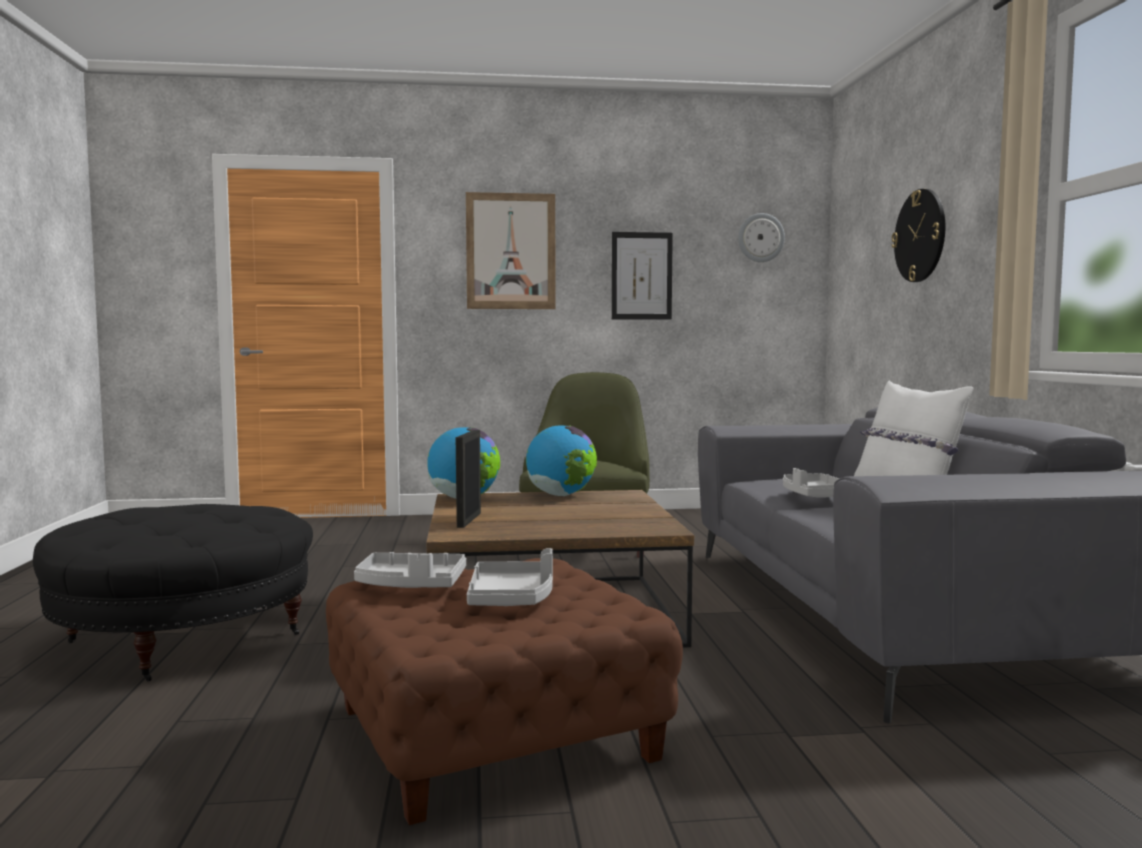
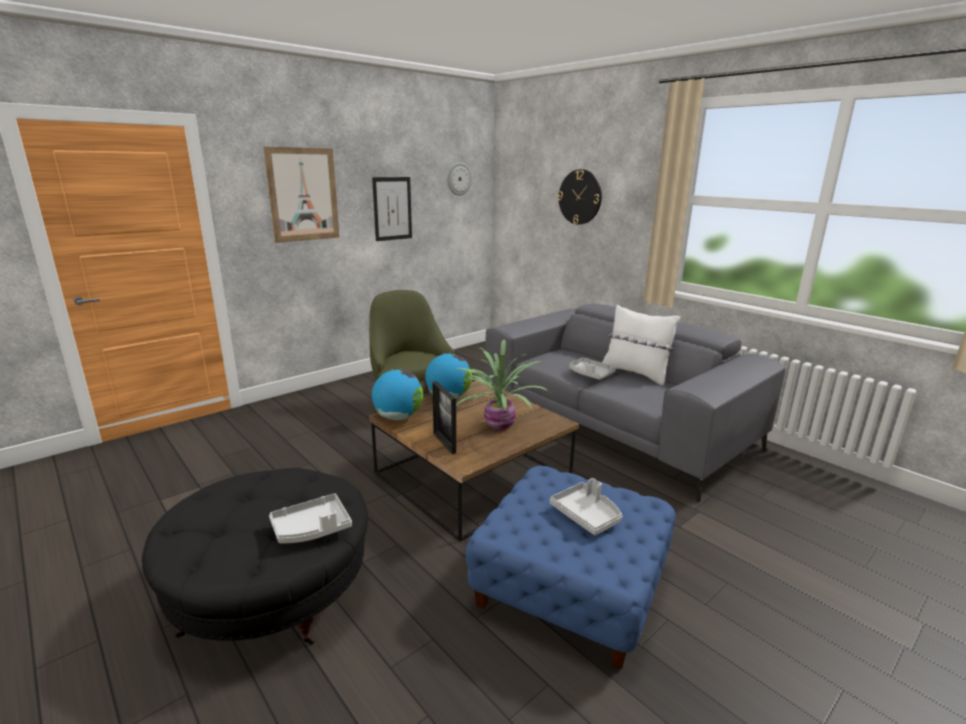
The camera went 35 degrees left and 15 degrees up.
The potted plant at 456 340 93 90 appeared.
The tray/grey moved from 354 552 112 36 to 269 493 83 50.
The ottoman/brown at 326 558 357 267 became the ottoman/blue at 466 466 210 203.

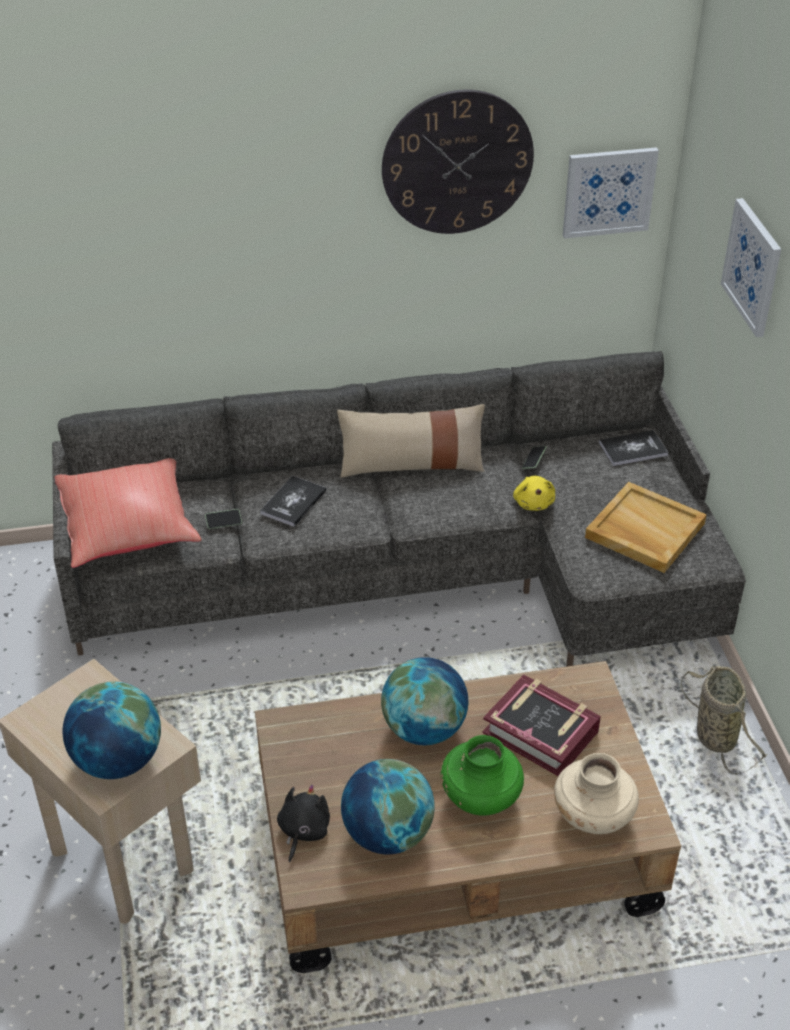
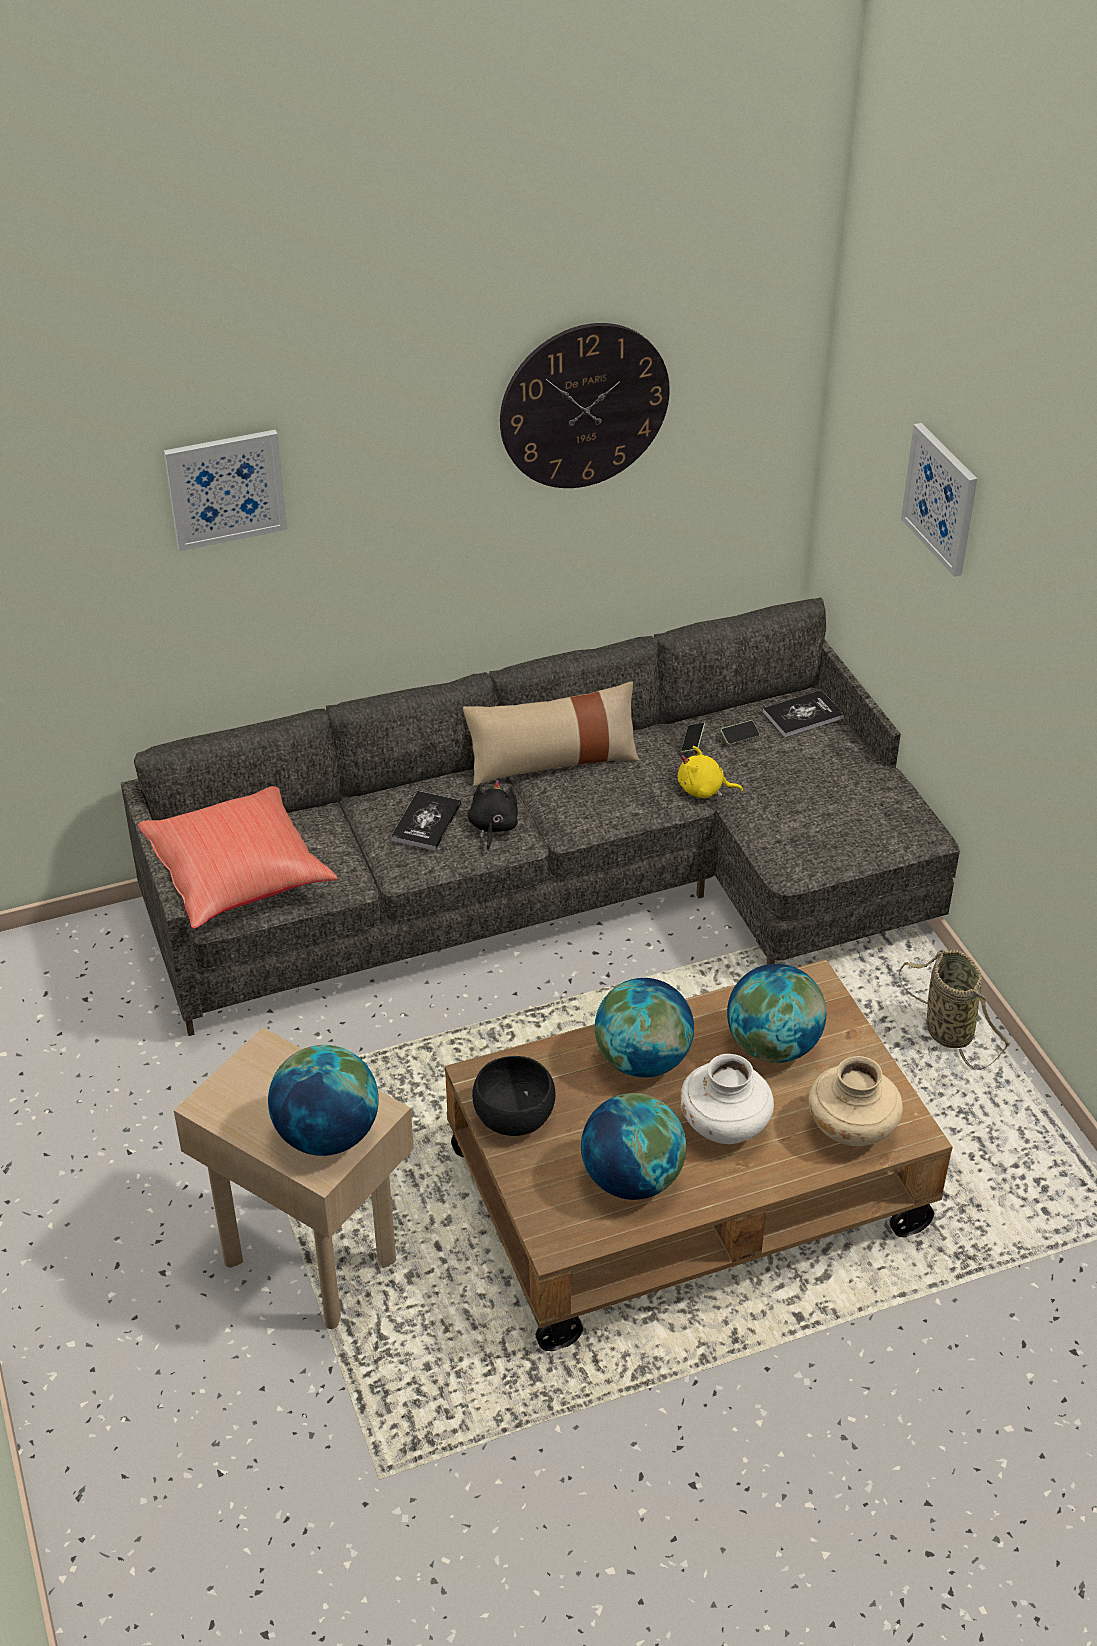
The camera went 10 degrees left and 0 degrees up.
The tray/beige at 585 482 122 91 disappeared.
The bowl/black at 472 1056 83 80 appeared.
The phone moved from 205 509 37 20 to 721 720 39 25.
The plush toy/black moved from 277 785 53 78 to 468 780 50 71.
The picture moved from 563 147 96 92 to 164 430 123 121.
The book at 482 674 119 102 was replaced by the globe at 727 964 99 99.
The vase/green at 440 735 84 81 became the vase/white at 680 1054 94 90.
The plush toy/yellow at 513 476 42 35 turned 120 degrees clockwise.

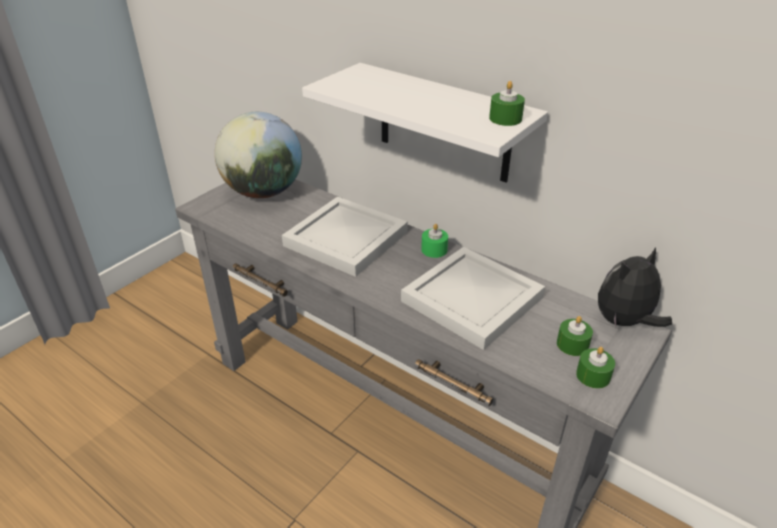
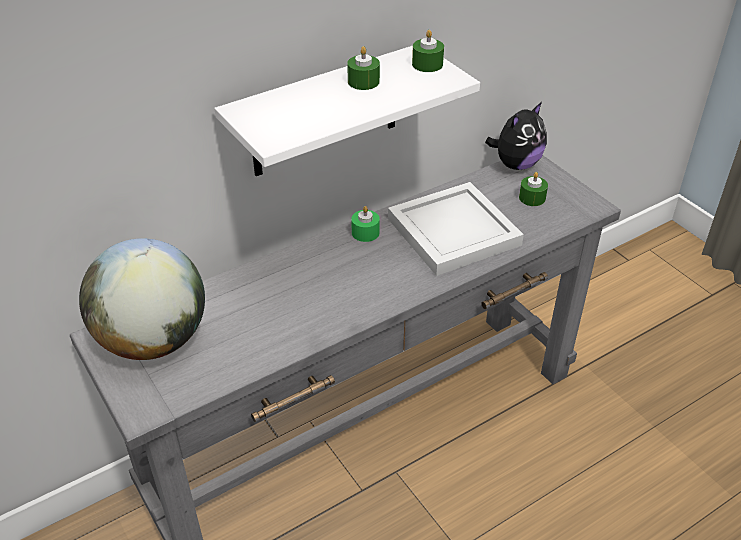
The camera went 70 degrees left and 5 degrees up.
The tray/white at 282 197 126 80 disappeared.
The candle/green moved from 576 347 39 42 to 347 46 33 44.
The plush toy at 598 247 74 81 turned 120 degrees counterclockwise.

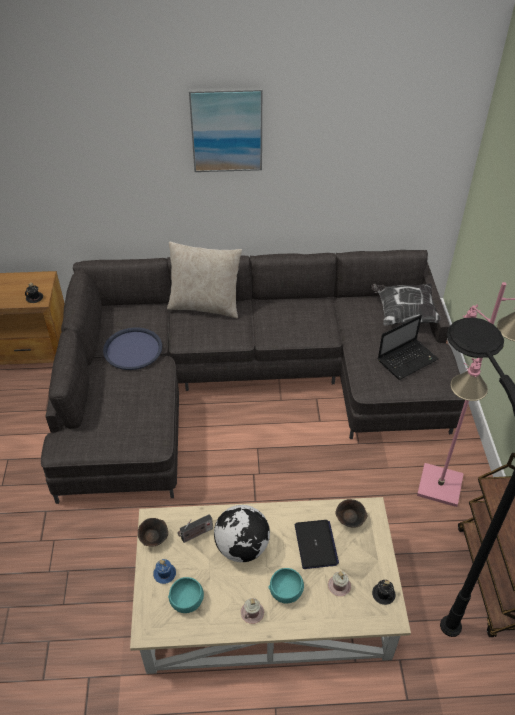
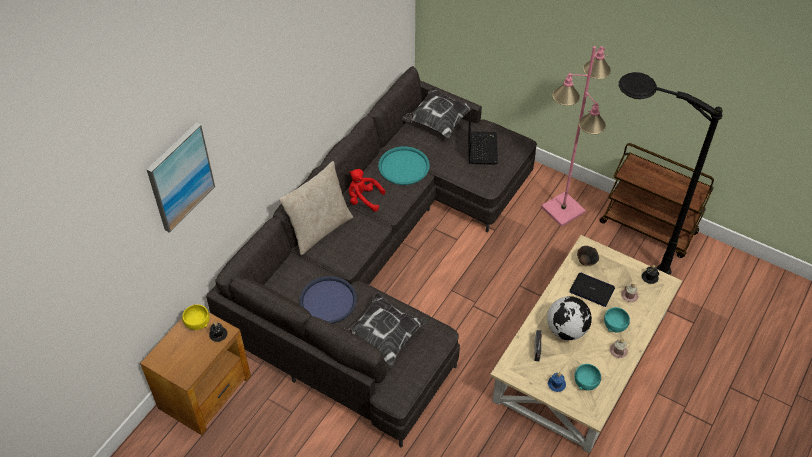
The camera went 55 degrees left and 5 degrees up.
The bowl/brown at 138 518 30 29 disappeared.
The bowl/yellow at 182 304 27 26 appeared.
The pillow at 343 292 85 74 appeared.
The plush toy/red at 349 169 36 42 appeared.
The tray/turquoise at 378 146 52 39 appeared.
The picture moved from 189 87 73 85 to 146 123 69 110.

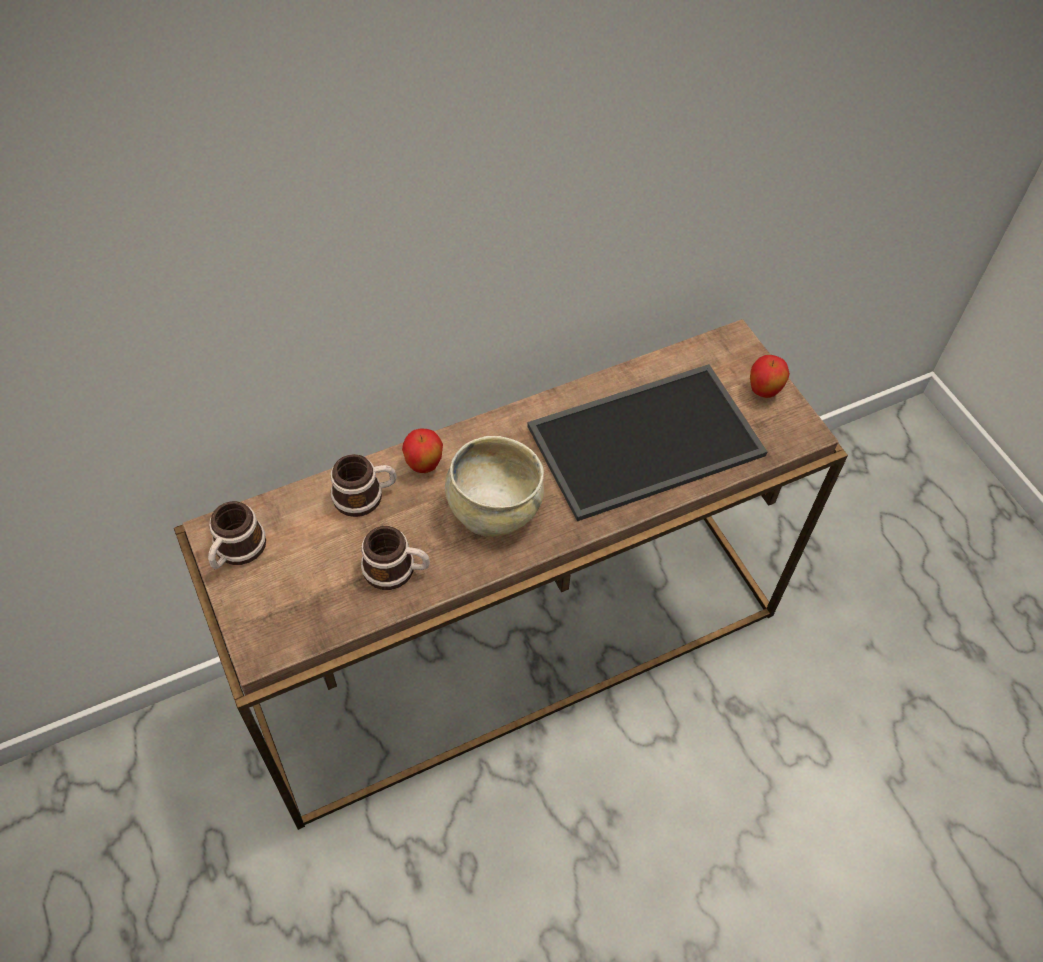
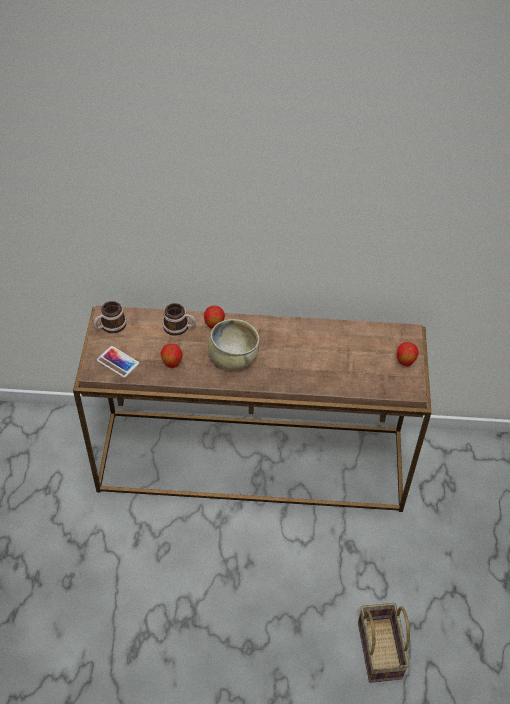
The camera went 30 degrees right and 5 degrees down.
The tray at 527 364 240 158 disappeared.
The phone at 97 346 42 32 appeared.
The basket at 358 603 52 80 appeared.
The mug at 361 526 69 64 was replaced by the apple at 160 344 23 24.

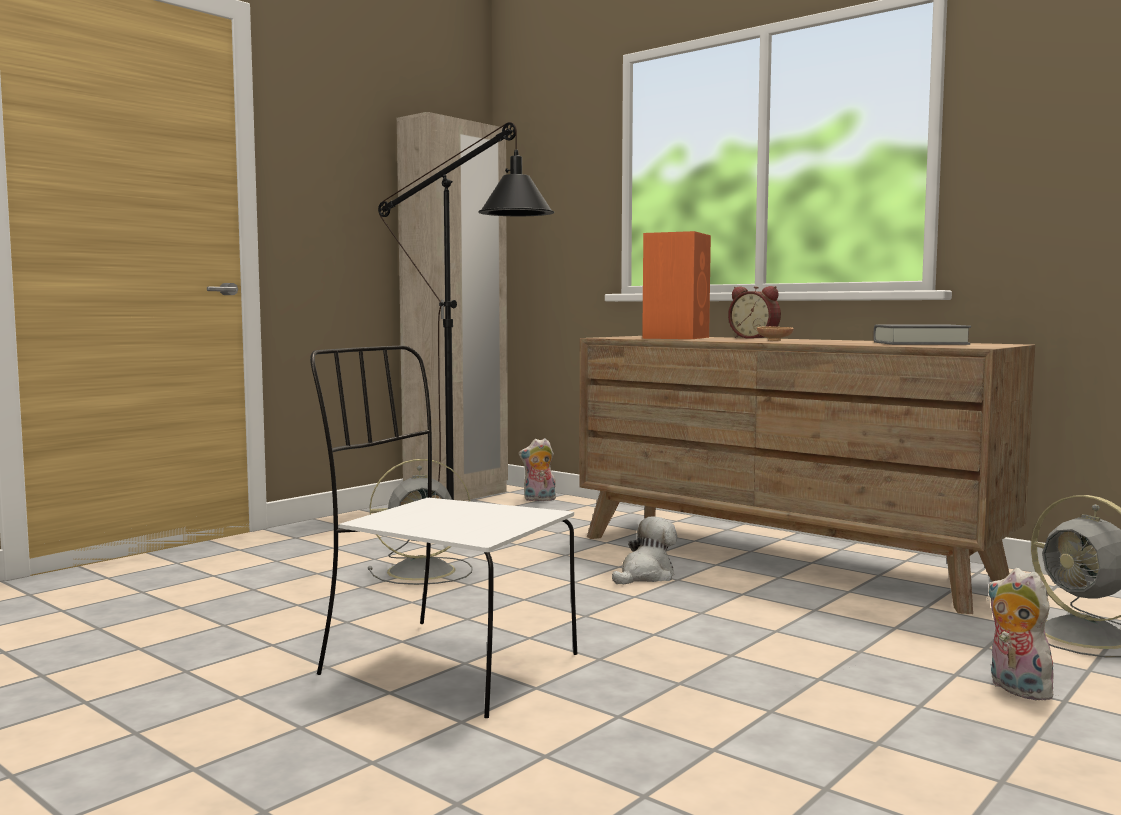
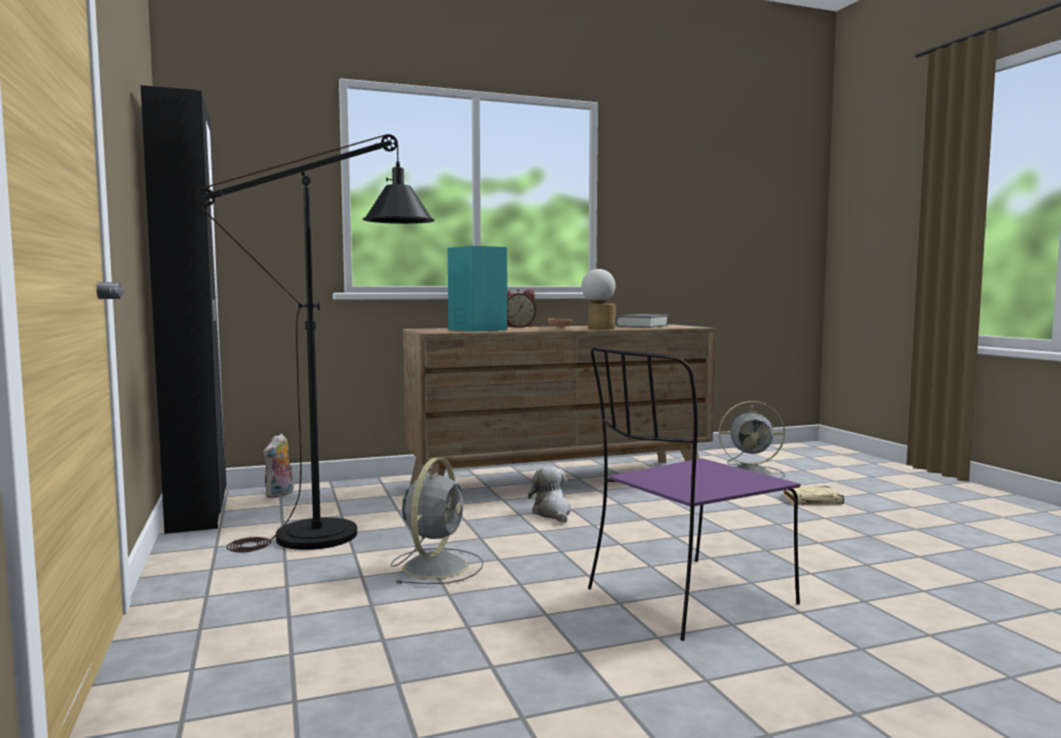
The camera went 60 degrees left and 0 degrees up.
The table lamp at 581 269 34 60 appeared.
The plush toy at 987 568 69 132 was replaced by the book/beige at 782 486 62 19.
The chair/white at 310 345 267 373 became the chair/purple at 588 347 212 294.
The wardrobe/beige at 397 112 111 389 became the wardrobe/black at 141 85 86 449.
The speaker/orange at 642 231 69 108 became the speaker/turquoise at 448 246 59 86.

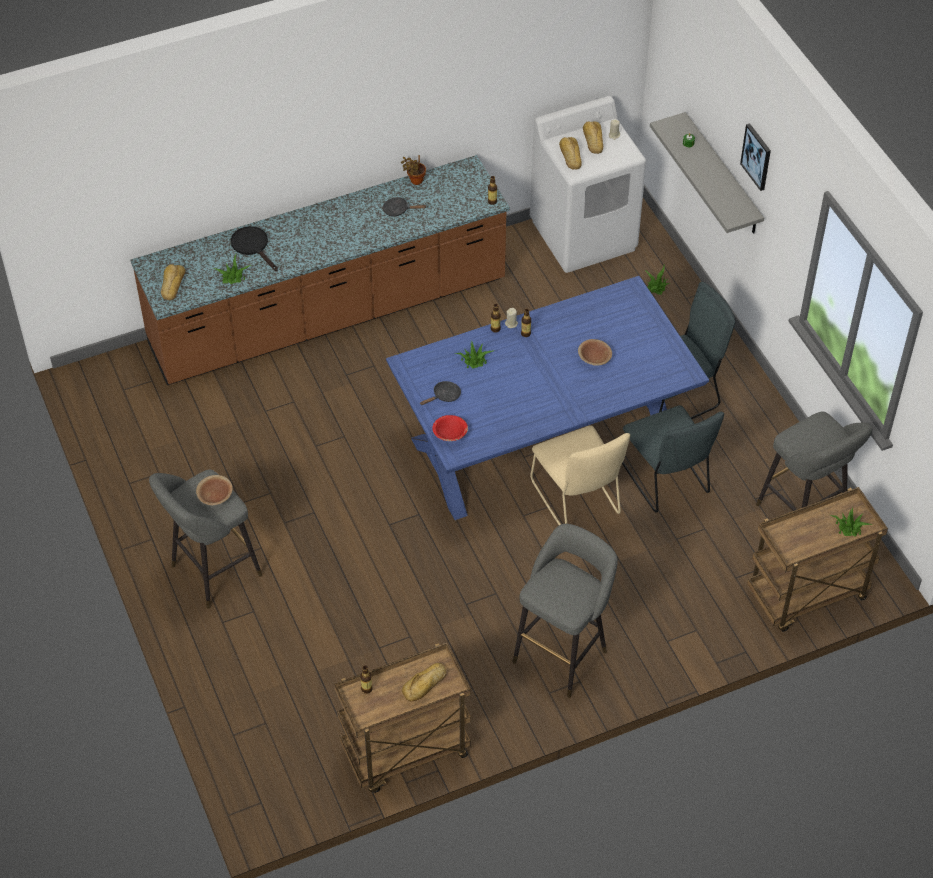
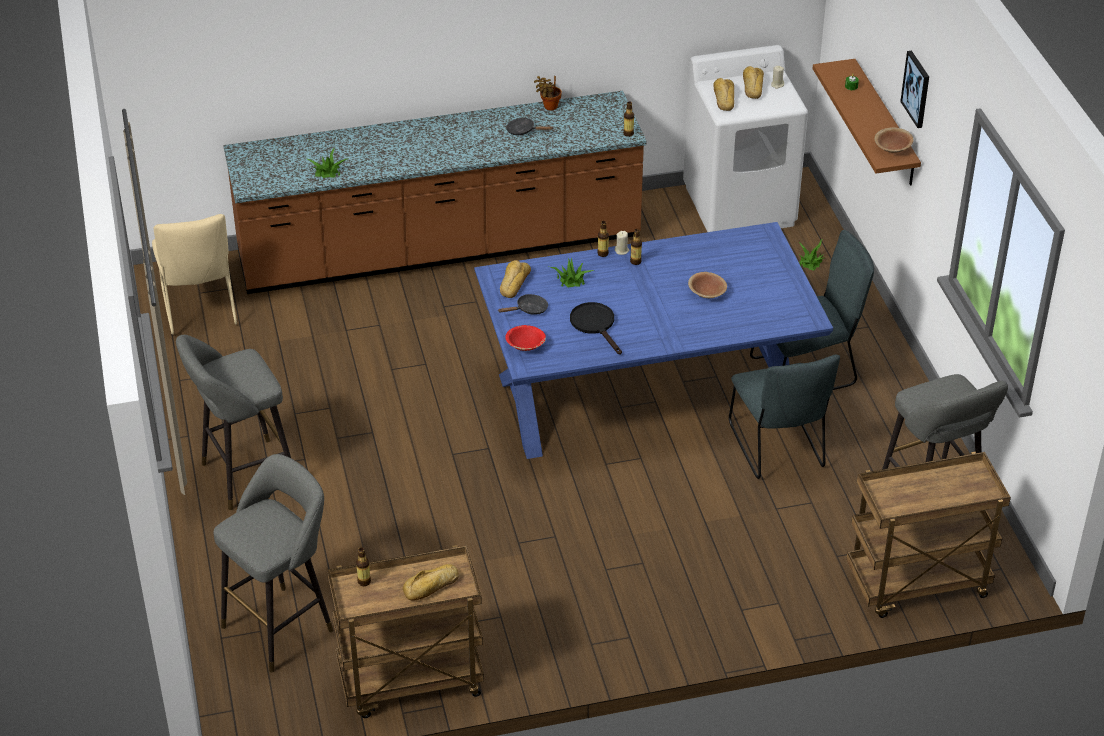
The camera went 10 degrees right and 10 degrees down.
The potted plant at 831 507 42 30 disappeared.
The bread moved from 161 264 24 36 to 500 260 31 38.
The bowl/brown moved from 196 475 37 30 to 874 127 40 26.
The frying pan/black moved from 231 226 47 45 to 570 302 52 53.
The stool/grey moved from 512 524 106 174 to 214 454 119 219.
The chair/beige moved from 530 426 100 99 to 152 214 85 121.
The shelf/grey at 650 112 114 122 became the shelf/brown at 813 59 108 126.

